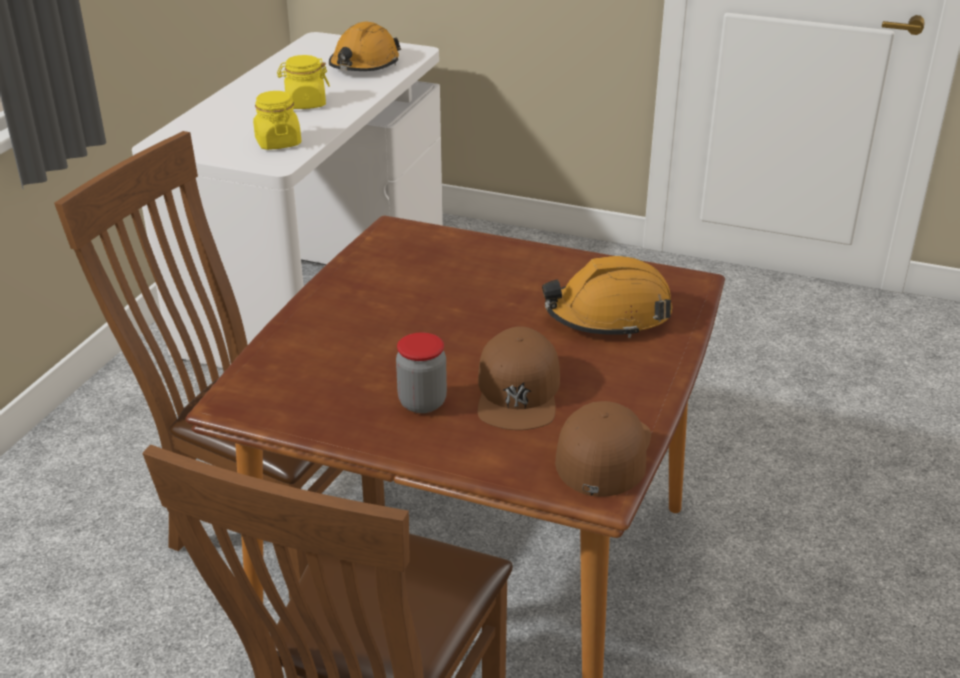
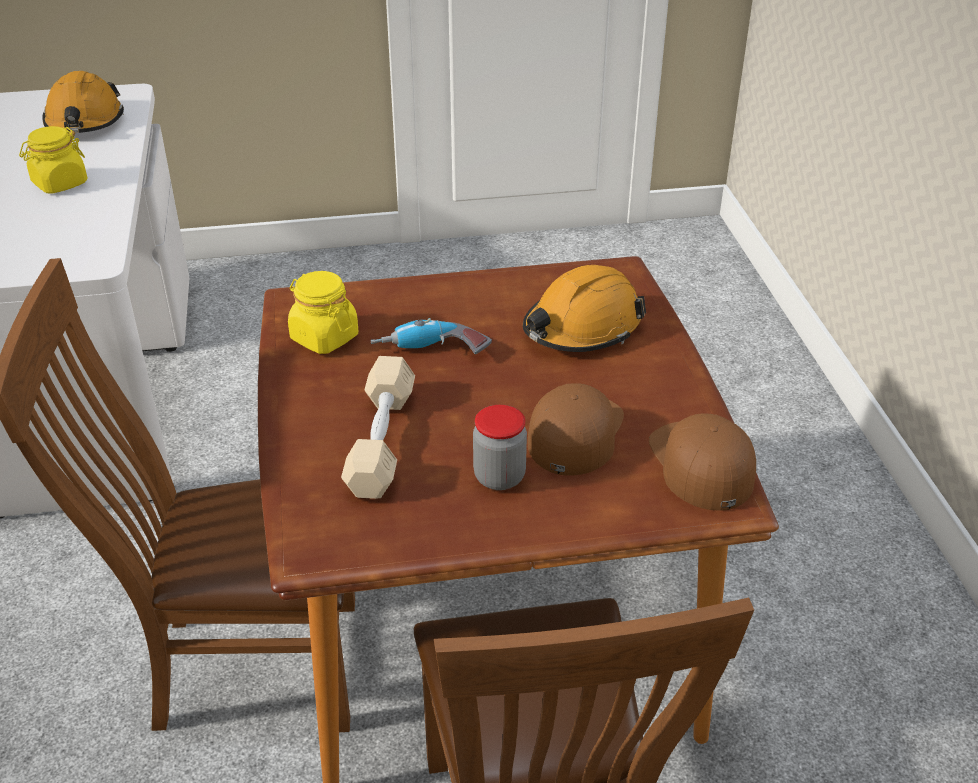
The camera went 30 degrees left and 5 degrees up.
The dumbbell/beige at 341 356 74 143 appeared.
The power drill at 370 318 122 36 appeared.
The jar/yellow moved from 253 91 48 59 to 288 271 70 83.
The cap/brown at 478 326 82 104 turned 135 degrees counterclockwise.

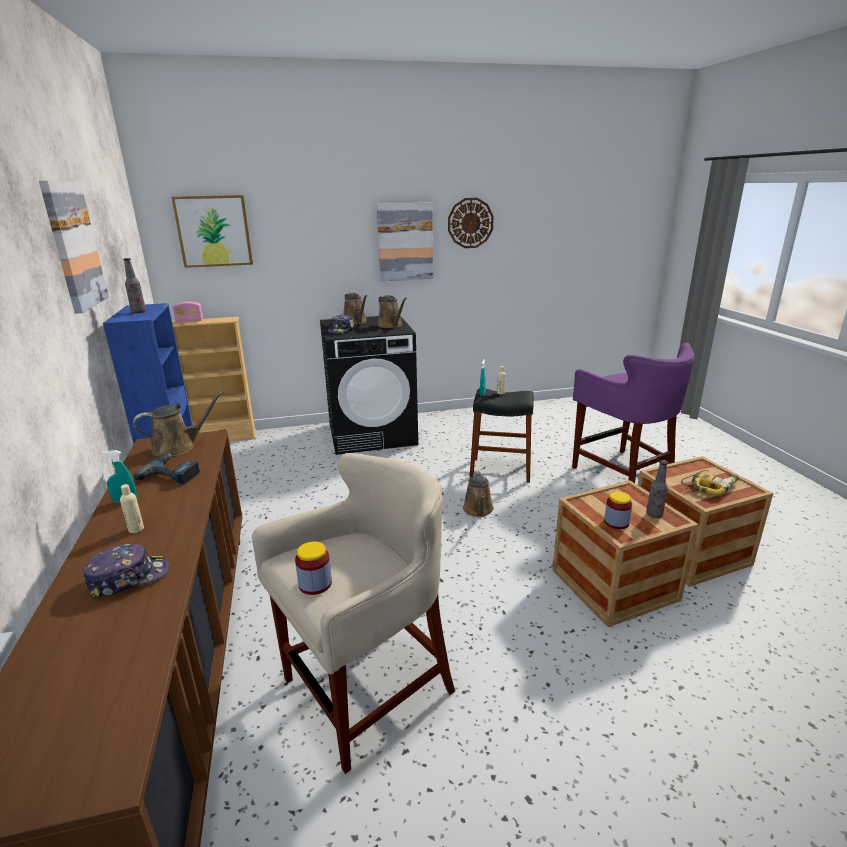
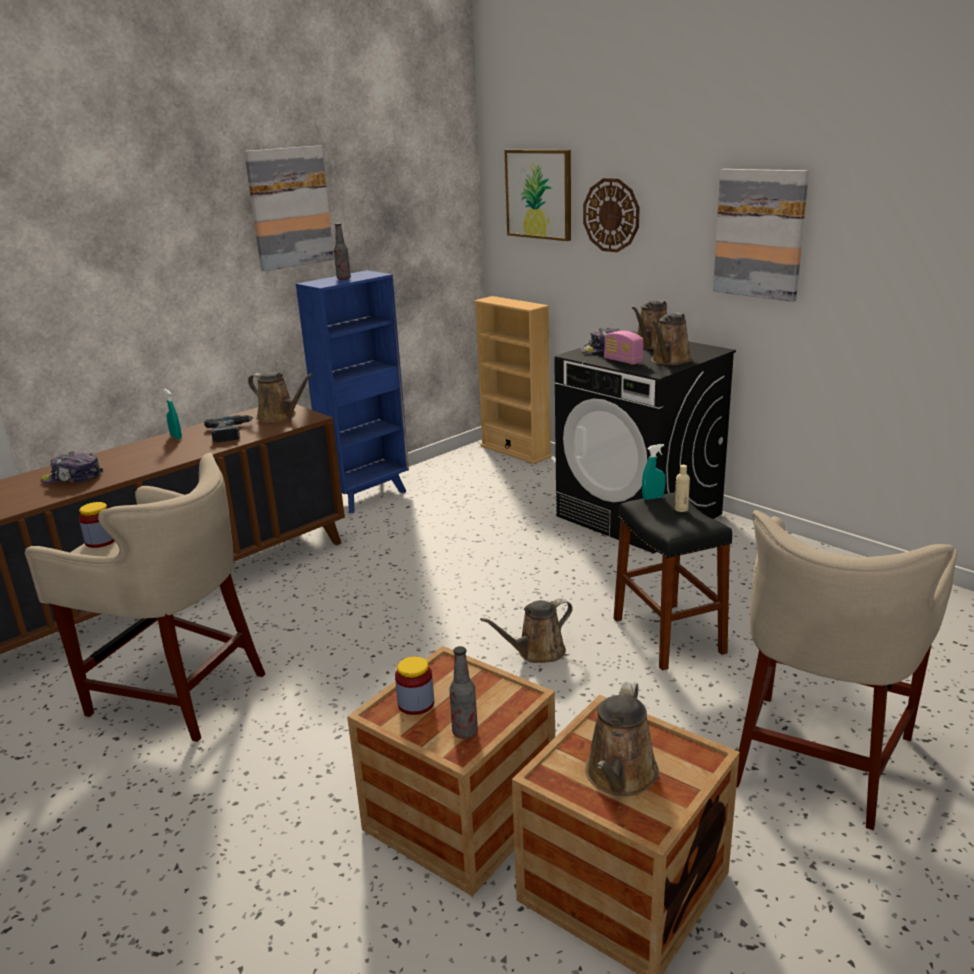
The camera went 60 degrees right and 0 degrees up.
The bottle/beige at 120 484 24 49 disappeared.
The radio moved from 173 301 30 21 to 604 331 39 34.
The wall clock moved from 448 198 46 50 to 583 178 57 74.
The power drill at 681 470 58 25 was replaced by the watering can/brown at 585 682 74 114.
The stool/purple at 572 343 122 140 became the stool/beige at 736 510 221 320.
The cap at 84 544 85 55 turned 150 degrees clockwise.

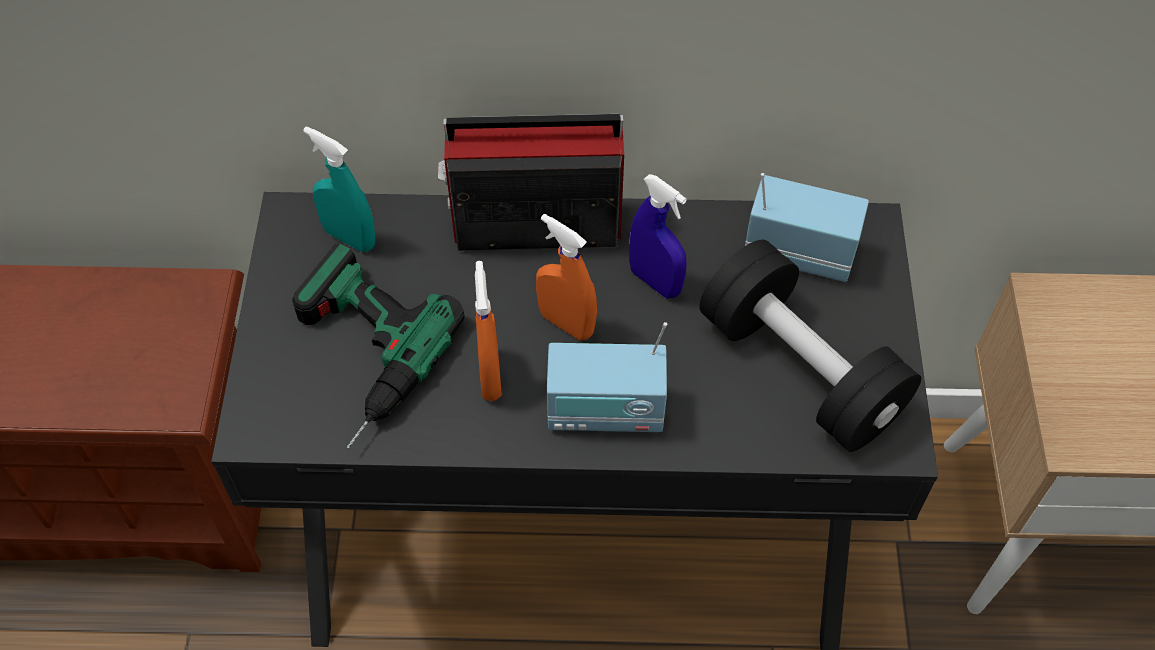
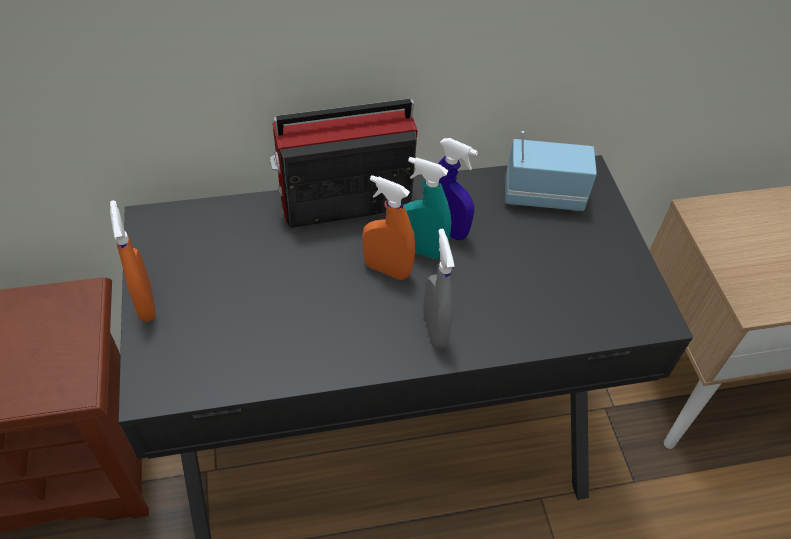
The camera went 15 degrees left and 5 degrees down.
The power drill at 292 244 173 205 disappeared.
The dumbbell/black at 699 240 222 212 disappeared.
The spray bottle/turquoise moved from 303 127 72 125 to 404 157 47 102.
The spray bottle/orange moved from 475 261 27 140 to 110 200 46 122.
The radio at 547 322 120 110 was replaced by the spray bottle/grey at 423 229 32 120.

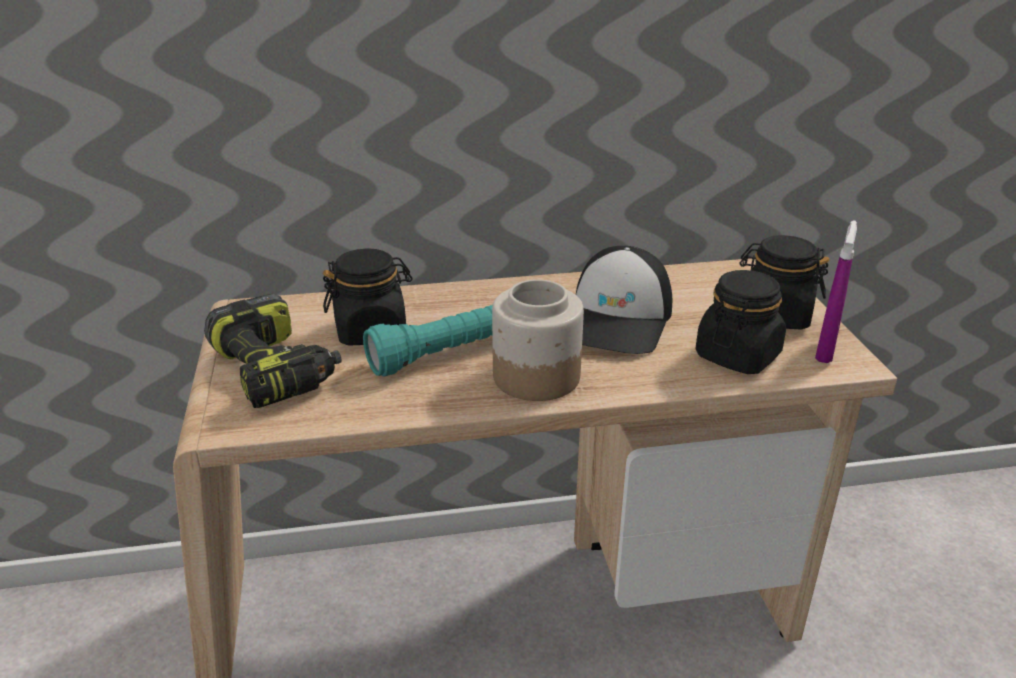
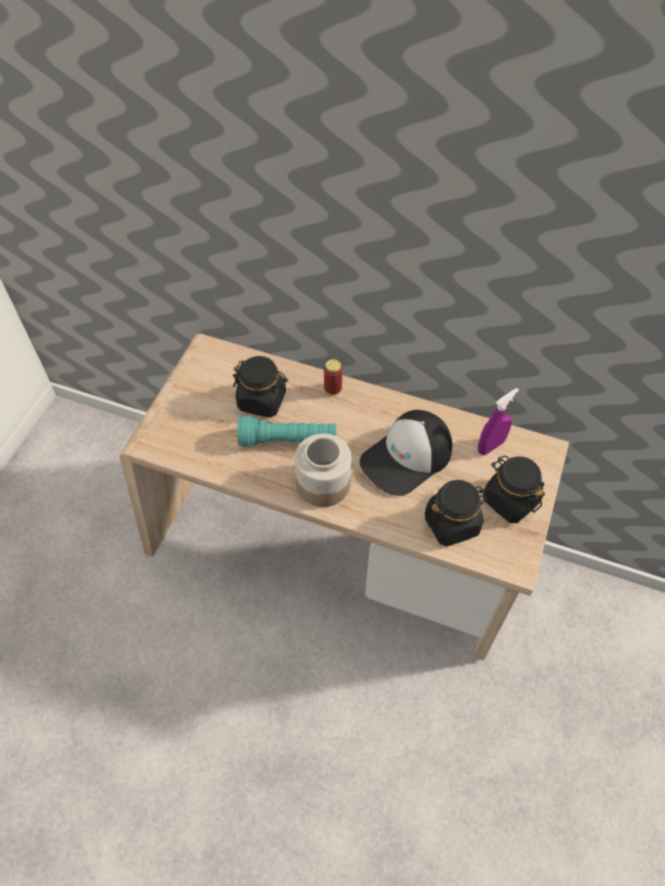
The camera went 30 degrees right and 25 degrees up.
The power drill at 204 294 138 114 disappeared.
The can at 324 359 19 37 appeared.
The spray bottle/purple moved from 815 220 42 143 to 478 388 41 67.

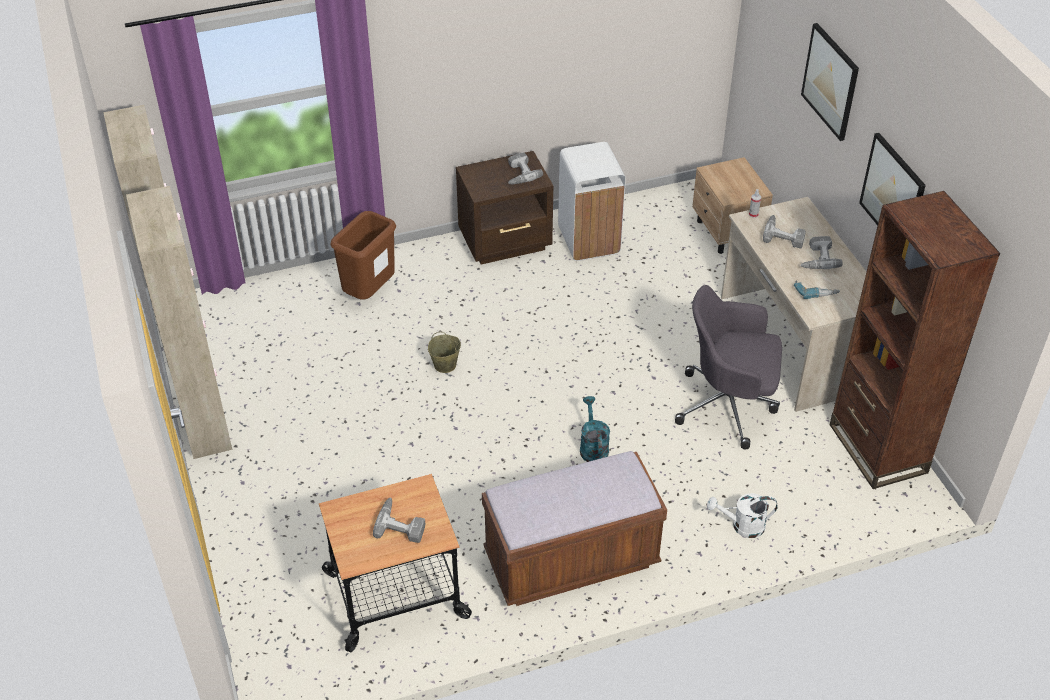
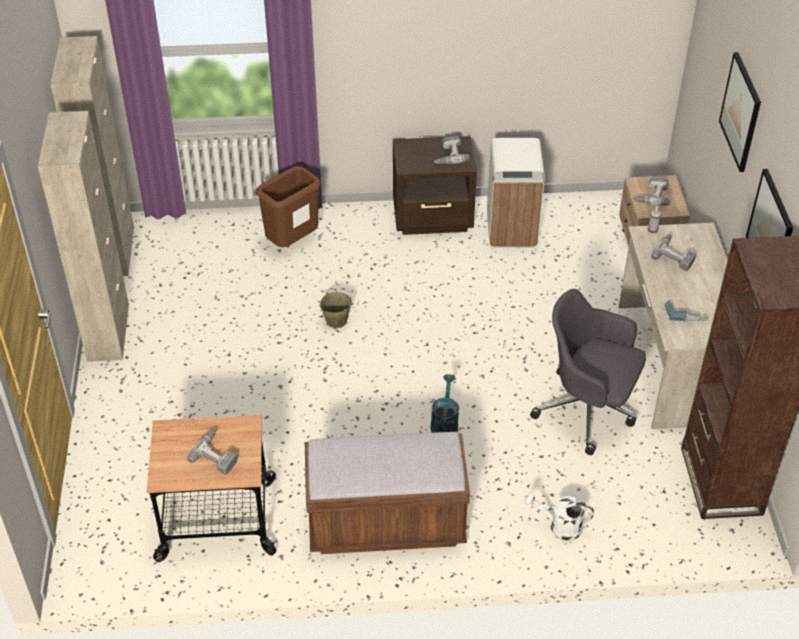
The camera went 15 degrees right and 0 degrees up.
The power drill moved from 800 236 43 33 to 633 177 37 29.

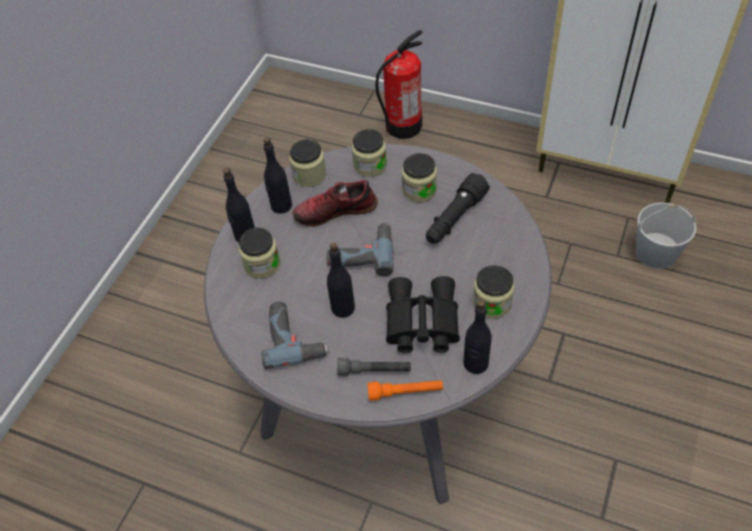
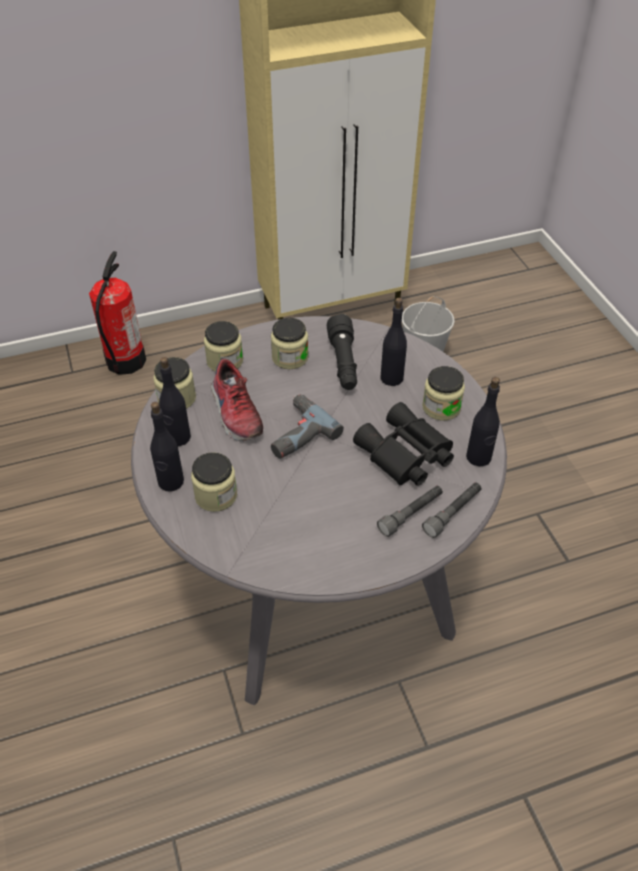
The camera went 45 degrees left and 5 degrees down.
The power drill at 261 302 68 67 disappeared.
The bottle/black moved from 327 242 28 76 to 381 298 26 88.
The flashlight/orange at 368 380 75 21 became the flashlight/grey at 422 482 59 56.
The shoe at 292 180 86 47 turned 60 degrees counterclockwise.

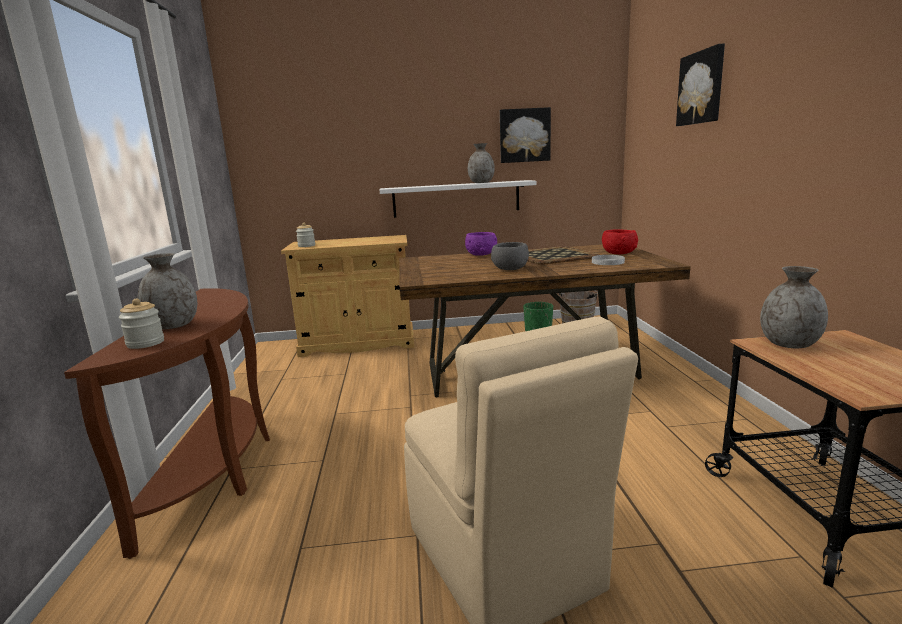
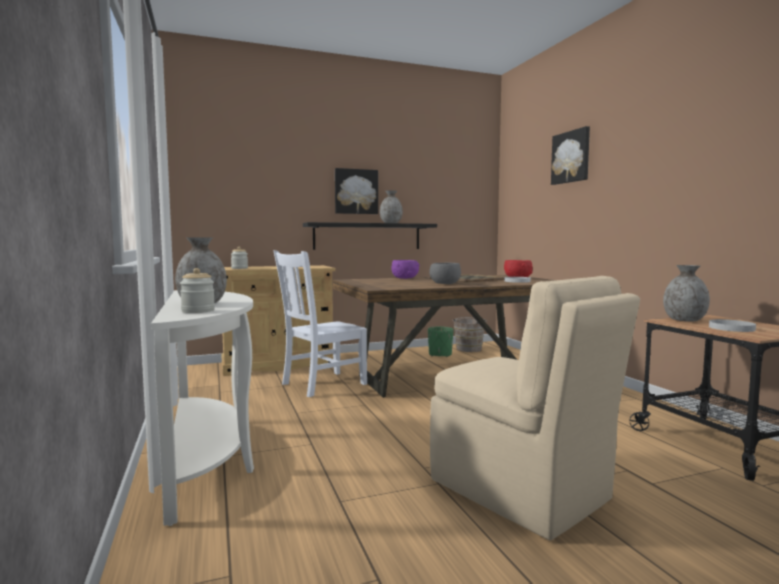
The camera went 15 degrees left and 10 degrees down.
The chair/white at 274 250 93 147 appeared.
The plate/white at 709 319 47 13 appeared.
The picture moved from 500 107 51 56 to 335 168 43 46.
The console table/brown at 64 288 206 271 became the console table/white at 151 290 103 236.
The shelf/white at 380 180 156 38 became the shelf/black at 303 222 134 28.

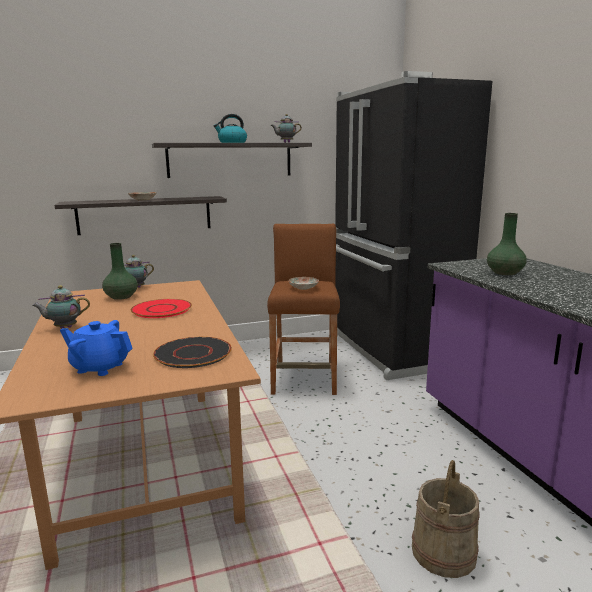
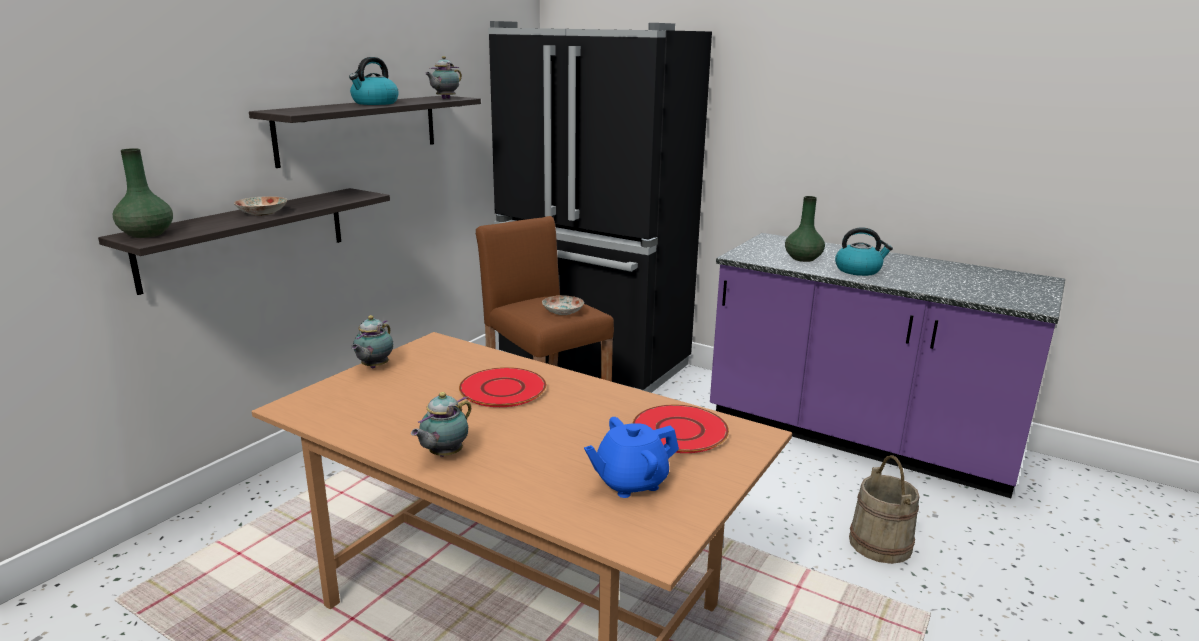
The camera went 40 degrees left and 5 degrees up.
The kettle at 835 227 58 49 appeared.
The vase/green moved from 102 243 36 57 to 113 148 60 90.
The plate/black at 153 337 79 31 became the plate/red at 633 405 96 48.

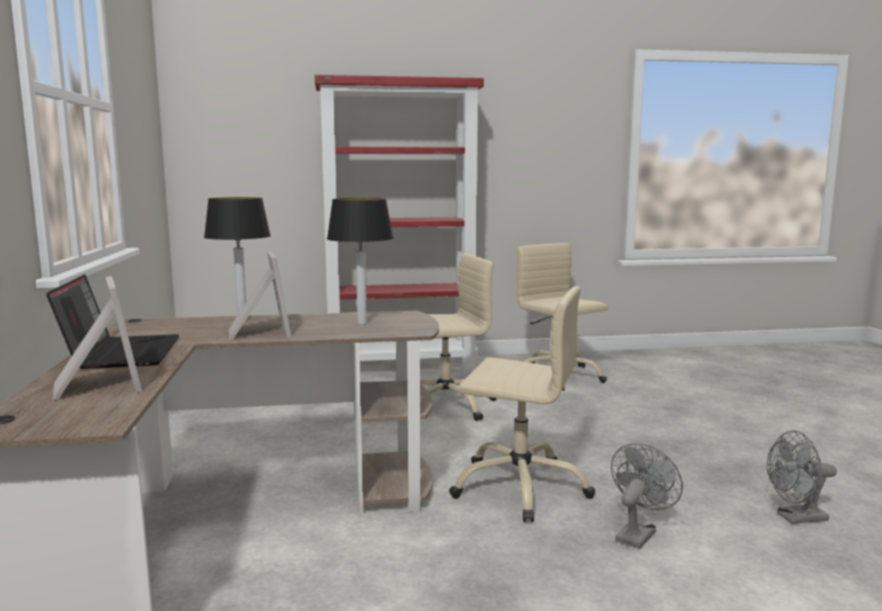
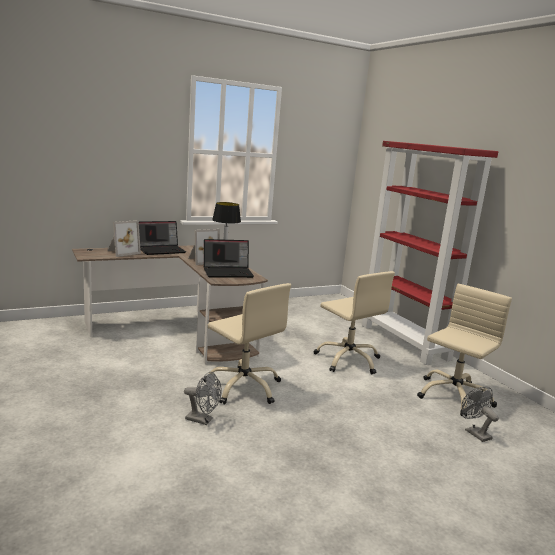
The camera went 70 degrees right and 5 degrees up.
The fan/grey moved from 767 431 70 93 to 461 387 38 55.
The table lamp at 327 198 66 127 was replaced by the laptop at 204 239 50 39.
The office chair/beige at 449 286 146 236 turned 45 degrees counterclockwise.

